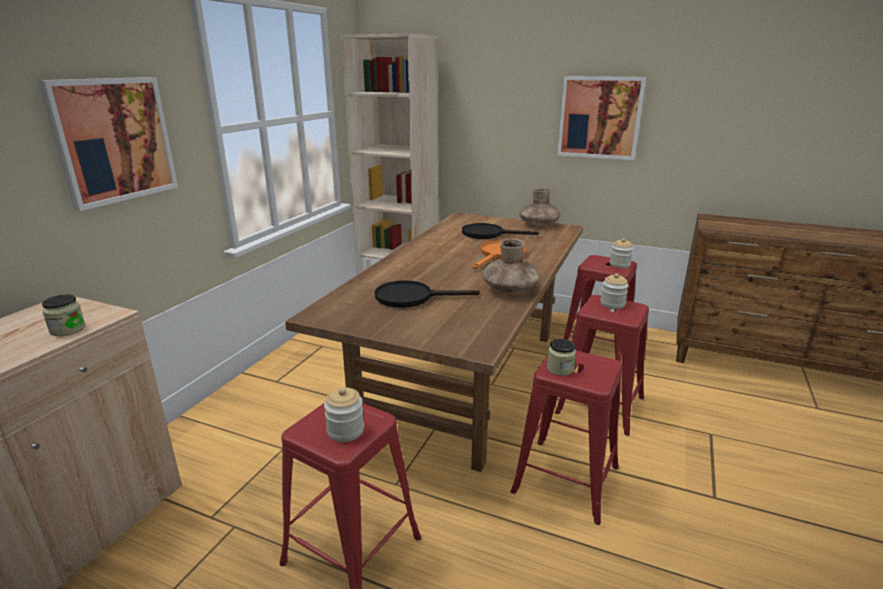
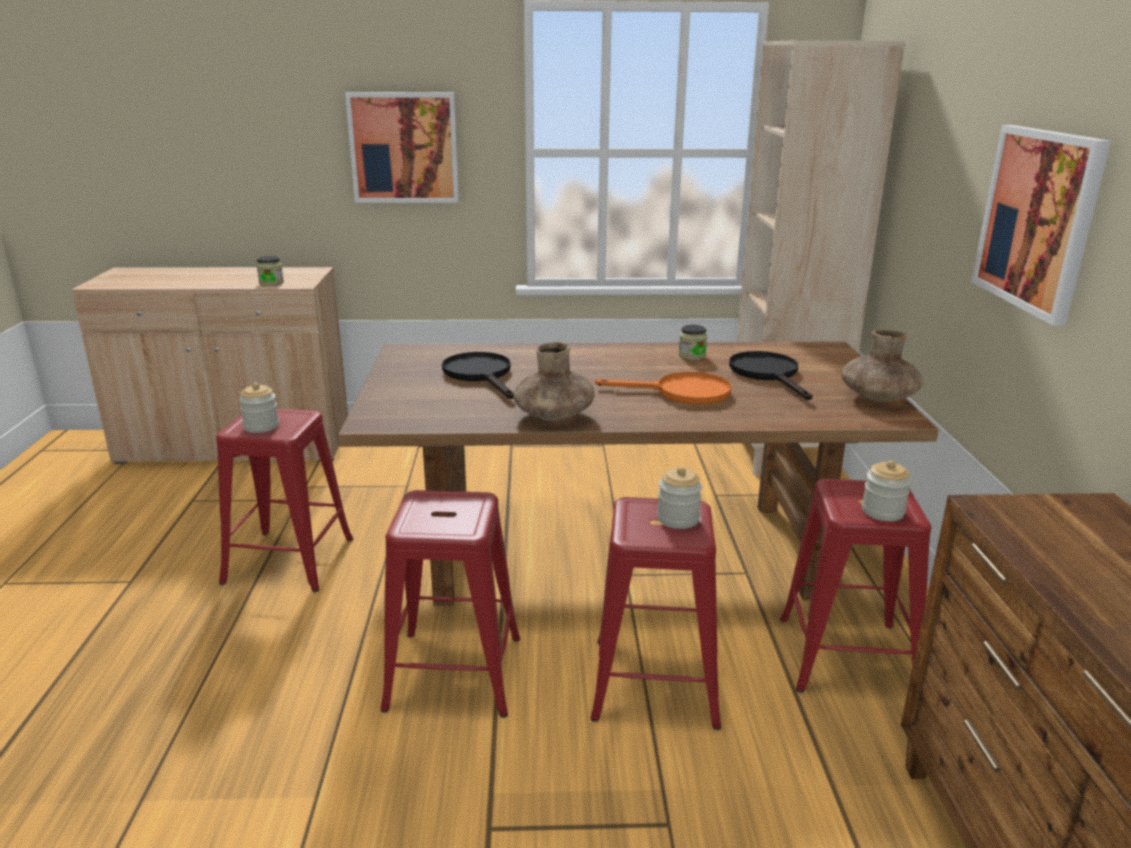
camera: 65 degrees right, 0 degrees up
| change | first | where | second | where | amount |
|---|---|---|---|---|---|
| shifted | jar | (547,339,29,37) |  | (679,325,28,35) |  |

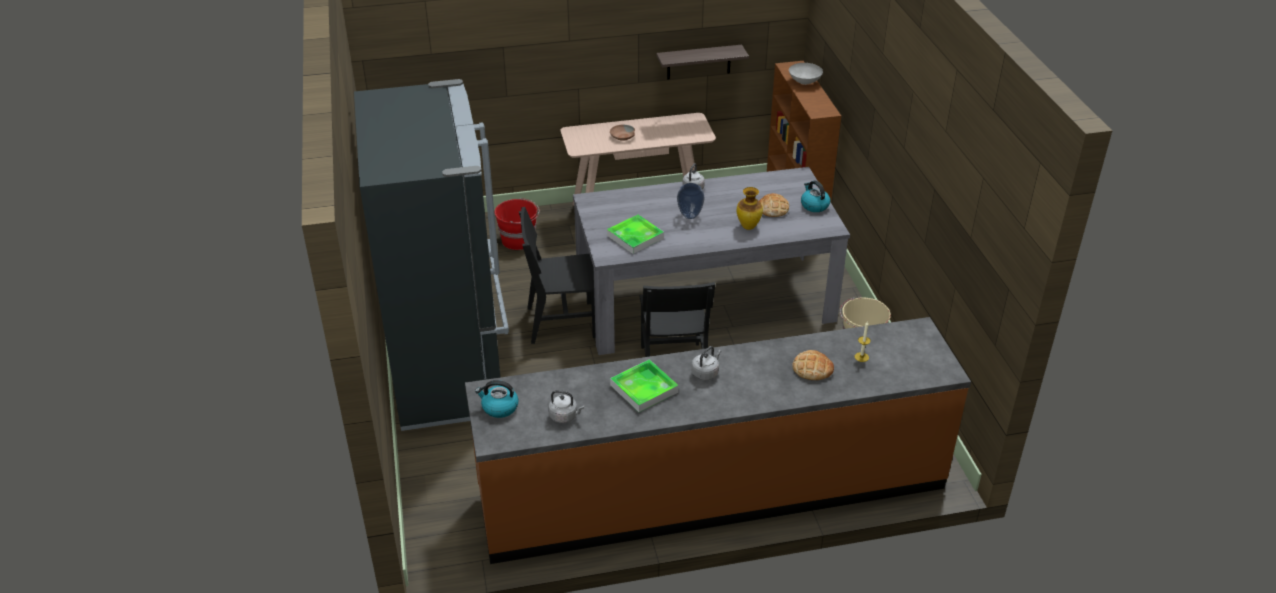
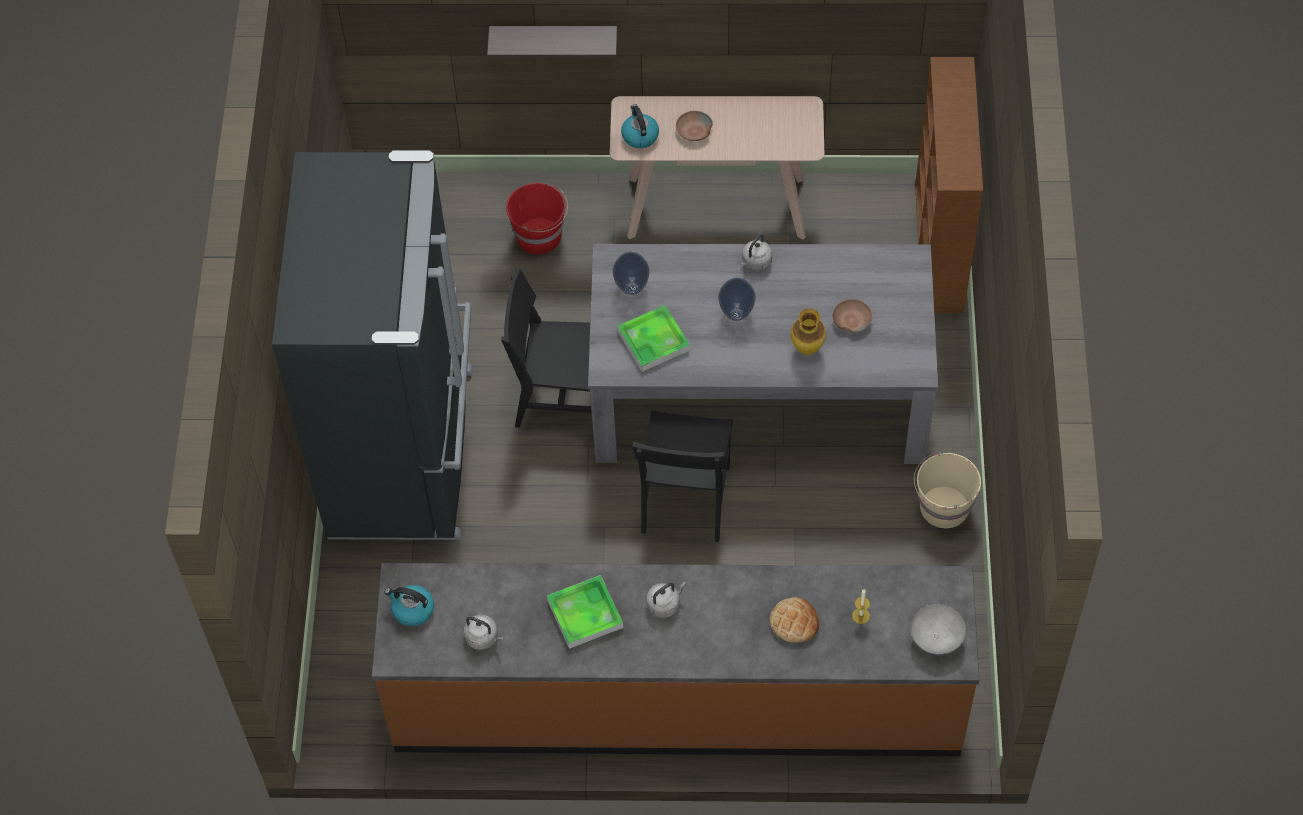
camera: 15 degrees right, 20 degrees up
| change | first | where | second | where | amount |
|---|---|---|---|---|---|
| shifted | shelf | (656,45,93,35) |  | (487,26,130,32) |  |
| swapped | bread | (759,193,30,24) | brown_bowl | (833,299,40,34) |  |
| shifted | grey_bowl | (789,63,34,22) |  | (910,604,56,50) |  |
| shifted | kettle | (801,180,29,32) |  | (621,104,38,44) |  |
| new |  |  | vase | (612,252,38,43) |  |

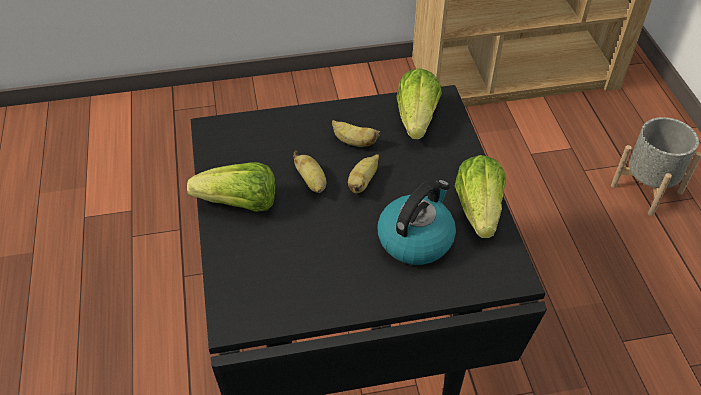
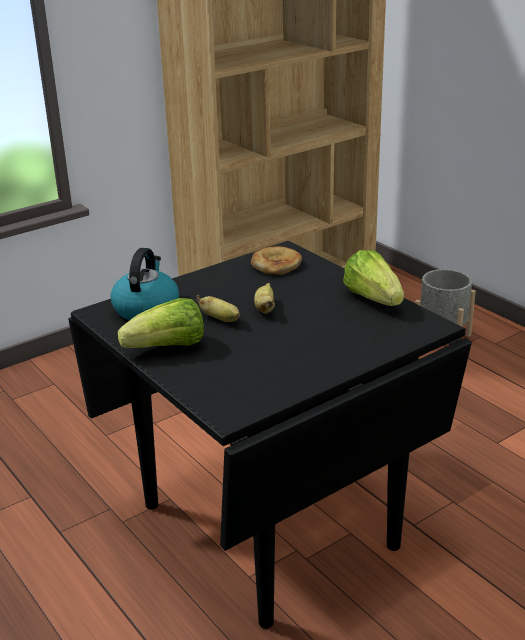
camera: 25 degrees left, 20 degrees down
| change | first | where | second | where | amount |
|---|---|---|---|---|---|
| gone | banana | (332,120,48,27) |  |  |  |
| shifted | kettle | (377,180,79,85) |  | (111,248,68,72) |  |
| swapped | lettuce | (396,68,46,71) | bread | (251,246,51,29) |  |

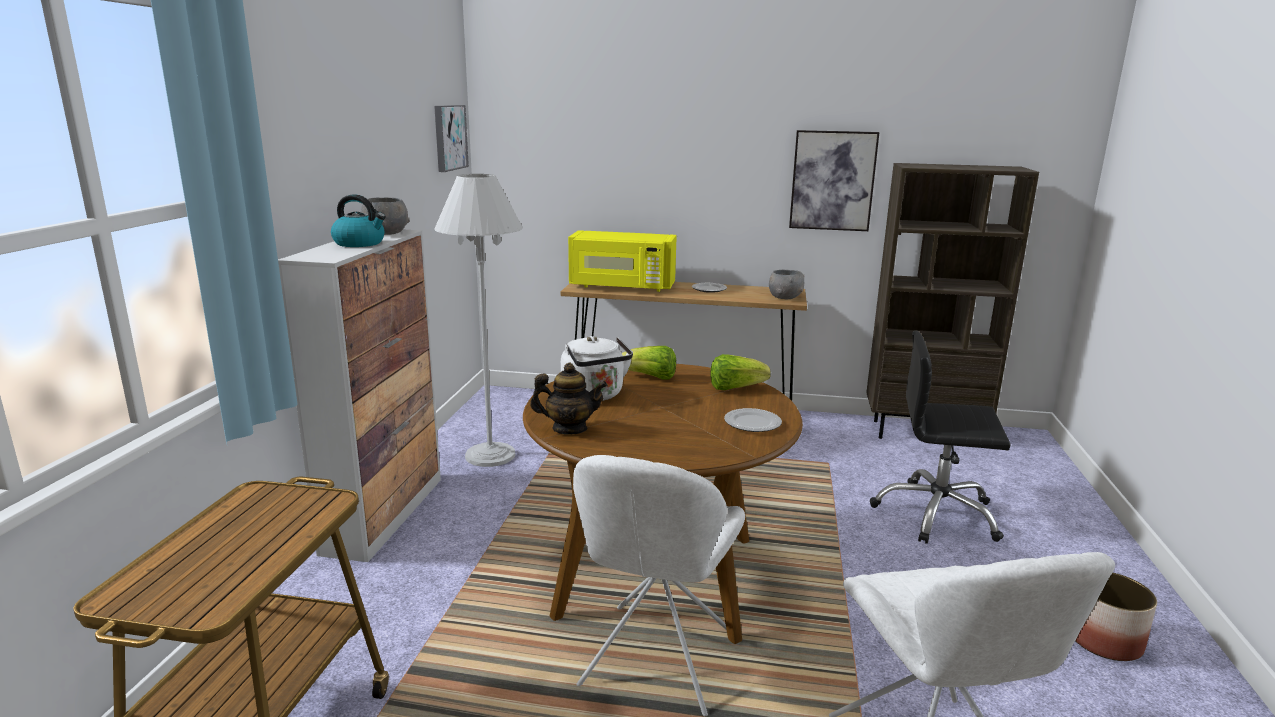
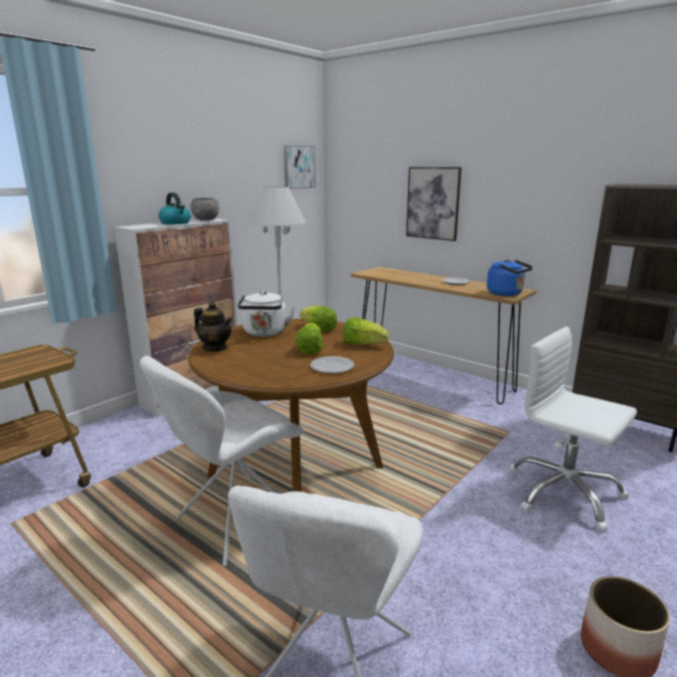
camera: 30 degrees right, 0 degrees up
| change | first | where | second | where | amount |
|---|---|---|---|---|---|
| gone | yellow_microwave | (568,230,109,62) |  |  |  |
| swapped | grey_bowl | (769,270,36,29) | blue_kettle | (487,259,46,37) |  |
| shifted | picture | (789,130,91,101) |  | (406,167,56,74) |  |
| repainted | black_office_chair | (870,330,141,214) | white_office_chair | (508,327,129,204) |  |
| new |  |  | lettuce | (295,323,28,32) |  |

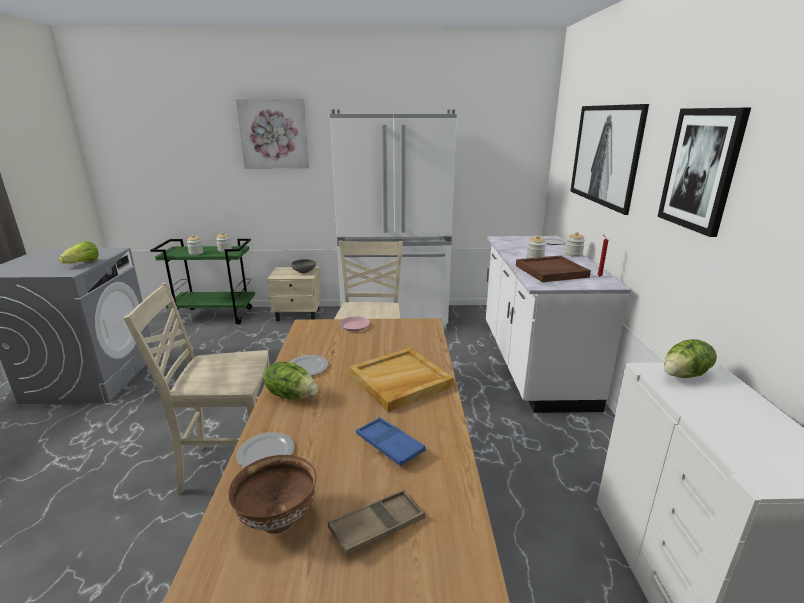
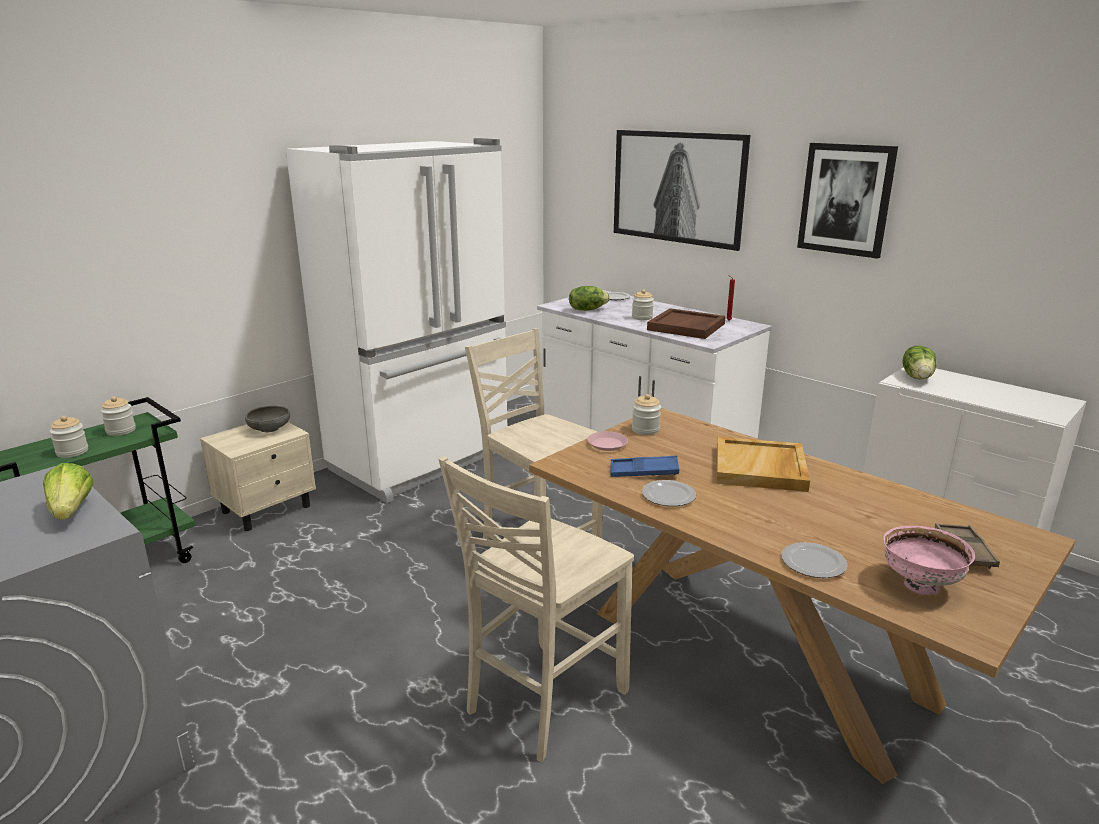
camera: 45 degrees left, 0 degrees up
| change | first | where | second | where | amount |
|---|---|---|---|---|---|
| repainted | brown_bowl | (228,455,89,79) | pink_bowl | (883,526,92,69) |  |
| gone | picture | (235,98,74,70) |  |  |  |
| shifted | lettuce | (263,362,55,38) |  | (569,286,41,25) |  |
| shifted | blue_tray | (356,417,69,49) |  | (610,456,69,21) |  |
| shifted | jar | (565,232,20,25) |  | (632,394,29,41) |  |

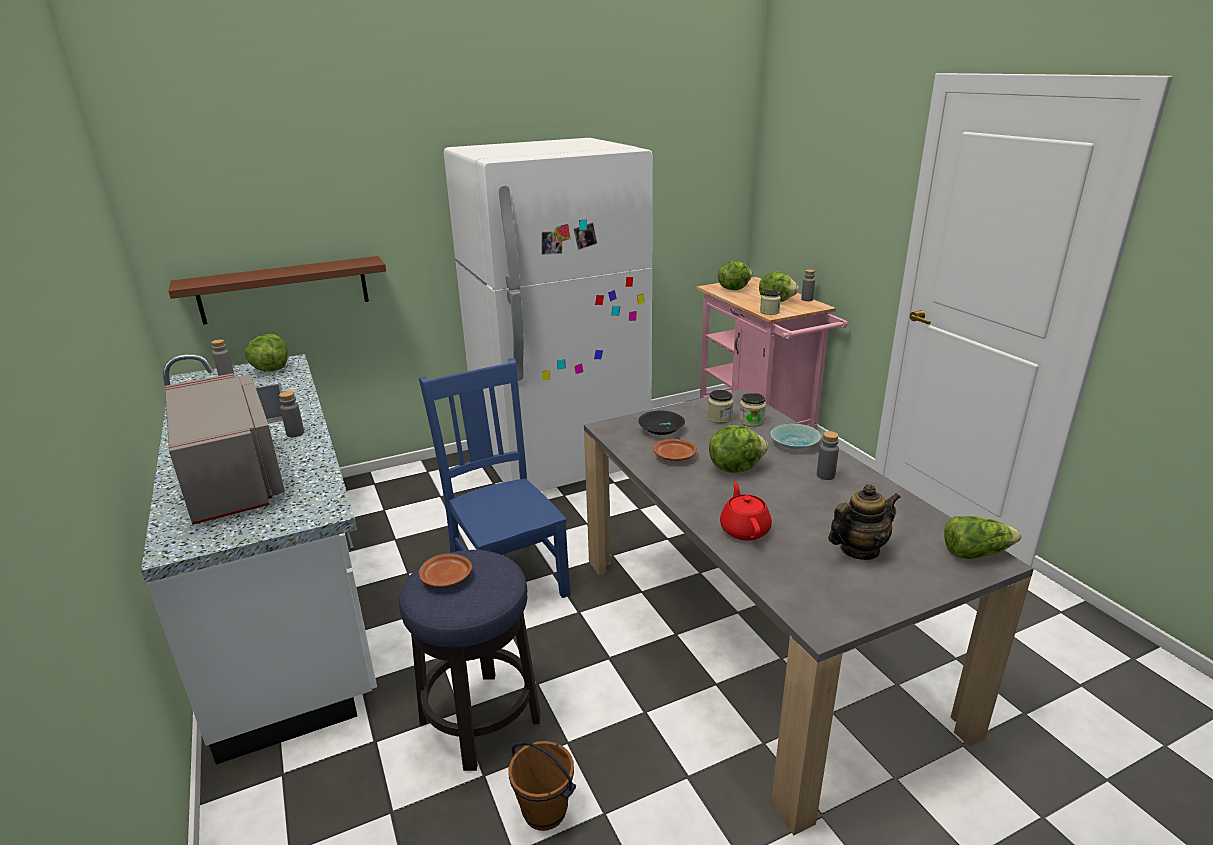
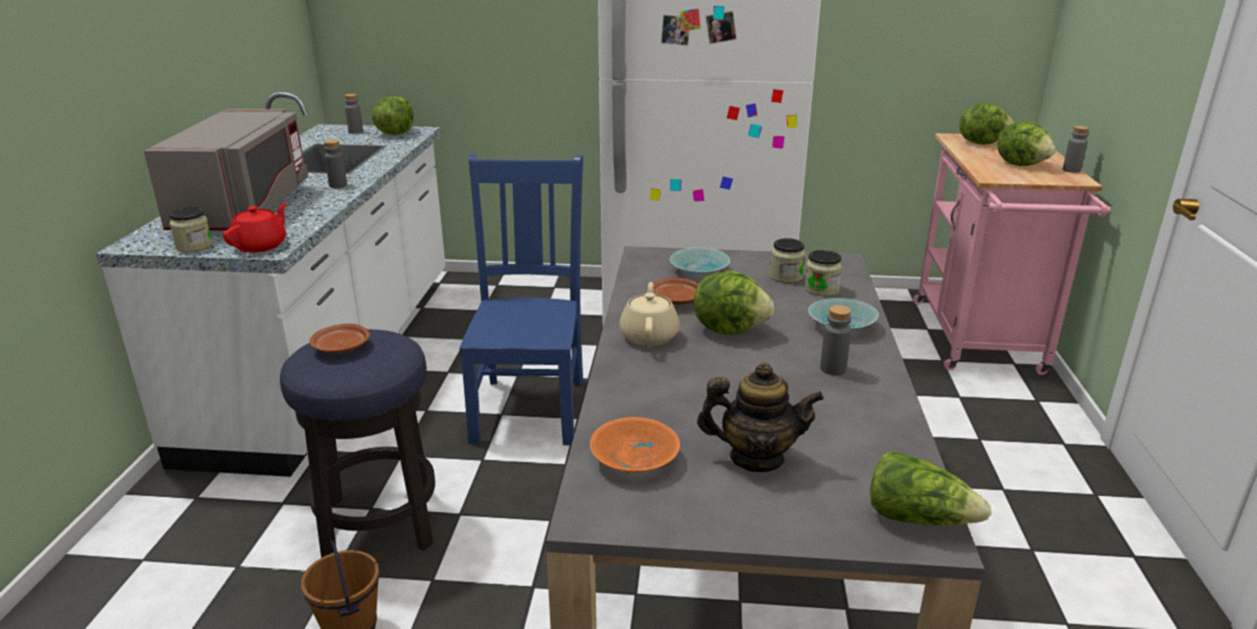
camera: 30 degrees right, 0 degrees up
| change | first | where | second | where | amount |
|---|---|---|---|---|---|
| gone | brown_shelf | (169,256,217,69) |  |  |  |
| repainted | black_bowl | (638,410,47,25) | turquoise_bowl | (670,247,60,30) |  |
| shifted | red_teapot | (720,482,52,59) |  | (223,202,64,50) |  |
| shifted | jar | (760,290,21,25) |  | (170,207,42,45) |  |
| new |  |  | orange_bowl | (590,417,90,56) |  |
| new |  |  | beige_teapot | (619,282,61,64) |  |

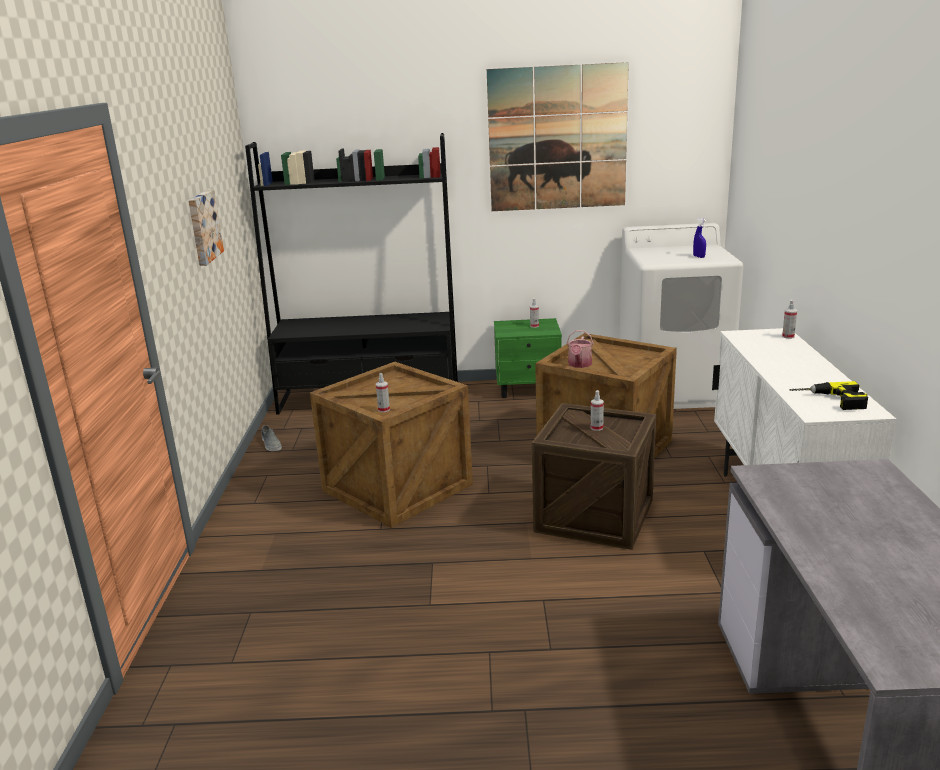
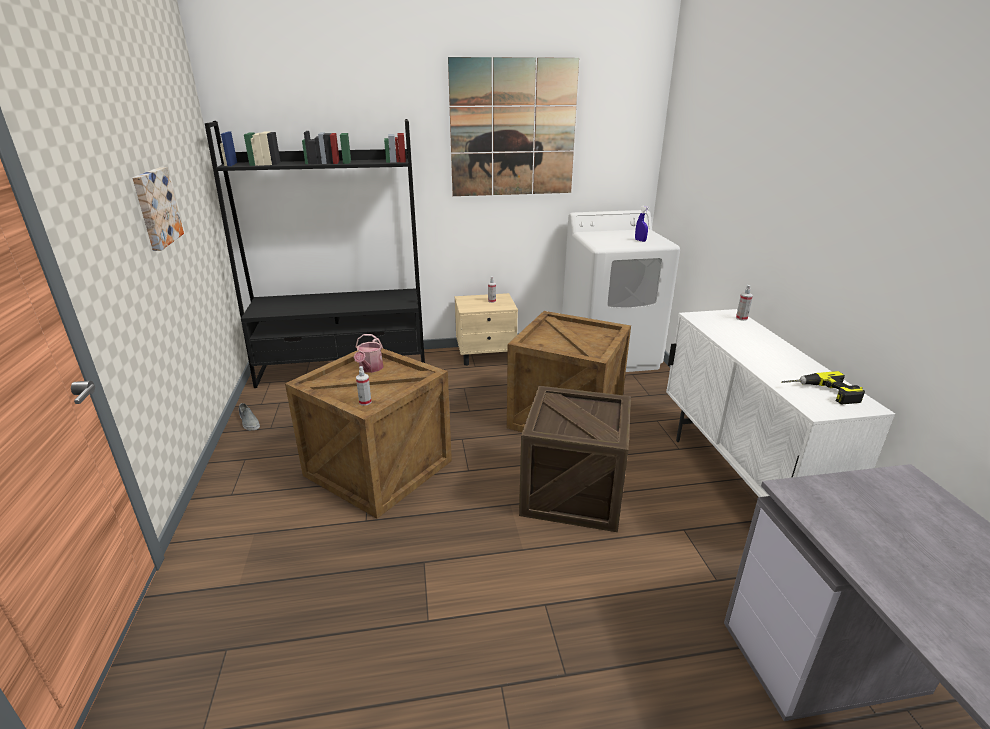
camera: 10 degrees left, 5 degrees up
| change | first | where | second | where | amount |
|---|---|---|---|---|---|
| repainted | green_nightstand | (494,318,68,80) | beige_nightstand | (455,293,63,73) |  |
| shifted | watering_can | (567,330,27,38) |  | (354,334,29,39) |  |
| gone | spray_bottle | (591,390,13,41) |  |  |  |

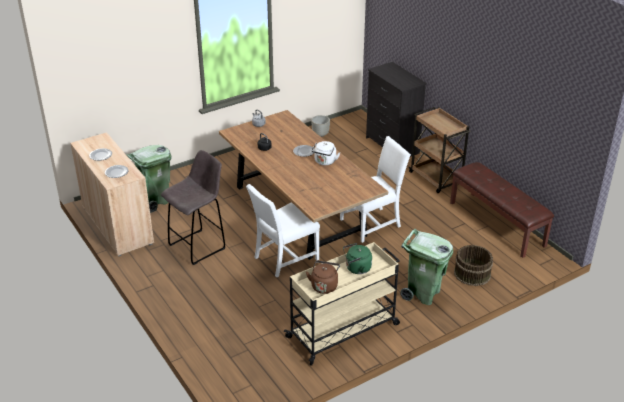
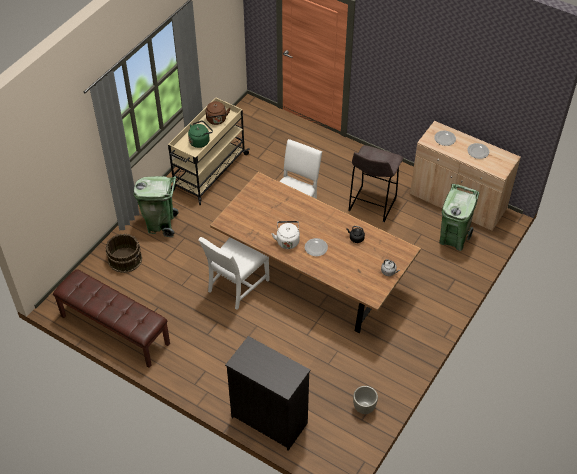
camera: 155 degrees right, 15 degrees up
| change | first | where | second | where | amount |
|---|---|---|---|---|---|
| gone | brown_cart | (408,107,63,86) |  |  |  |

